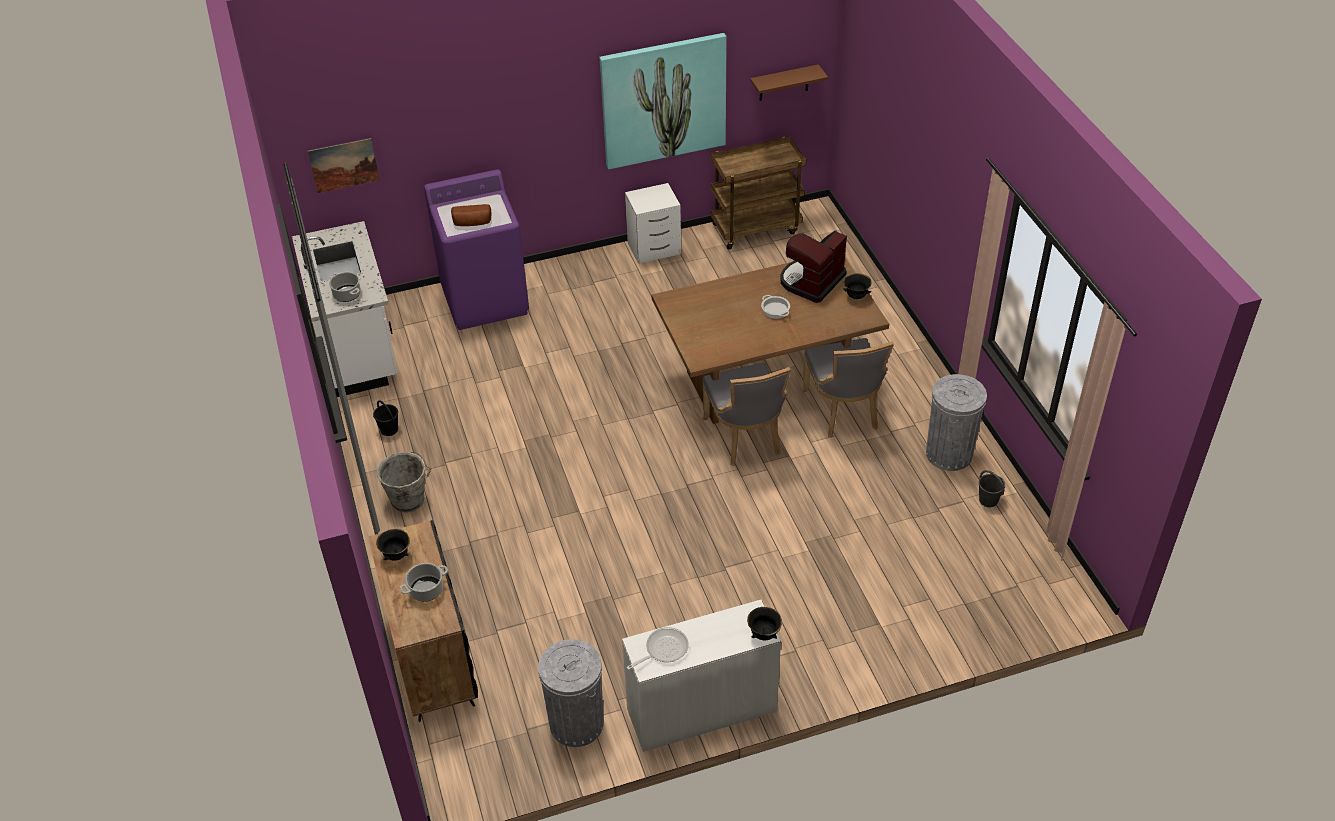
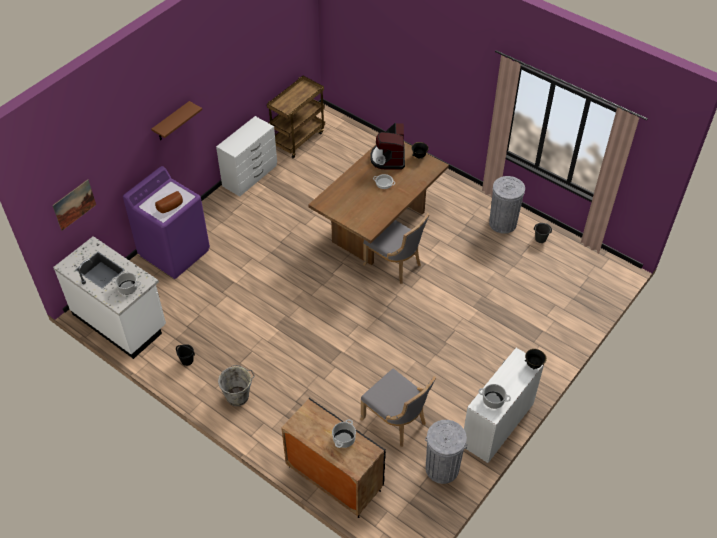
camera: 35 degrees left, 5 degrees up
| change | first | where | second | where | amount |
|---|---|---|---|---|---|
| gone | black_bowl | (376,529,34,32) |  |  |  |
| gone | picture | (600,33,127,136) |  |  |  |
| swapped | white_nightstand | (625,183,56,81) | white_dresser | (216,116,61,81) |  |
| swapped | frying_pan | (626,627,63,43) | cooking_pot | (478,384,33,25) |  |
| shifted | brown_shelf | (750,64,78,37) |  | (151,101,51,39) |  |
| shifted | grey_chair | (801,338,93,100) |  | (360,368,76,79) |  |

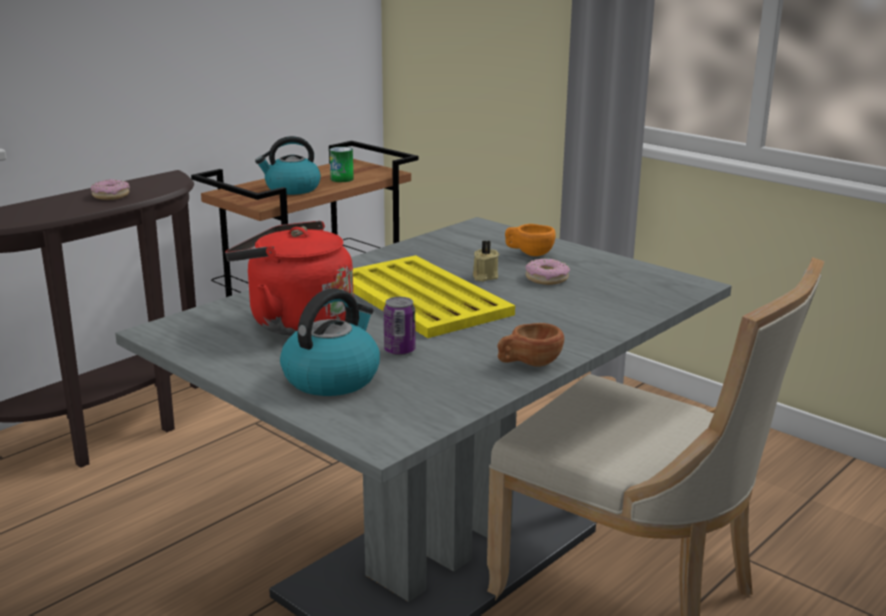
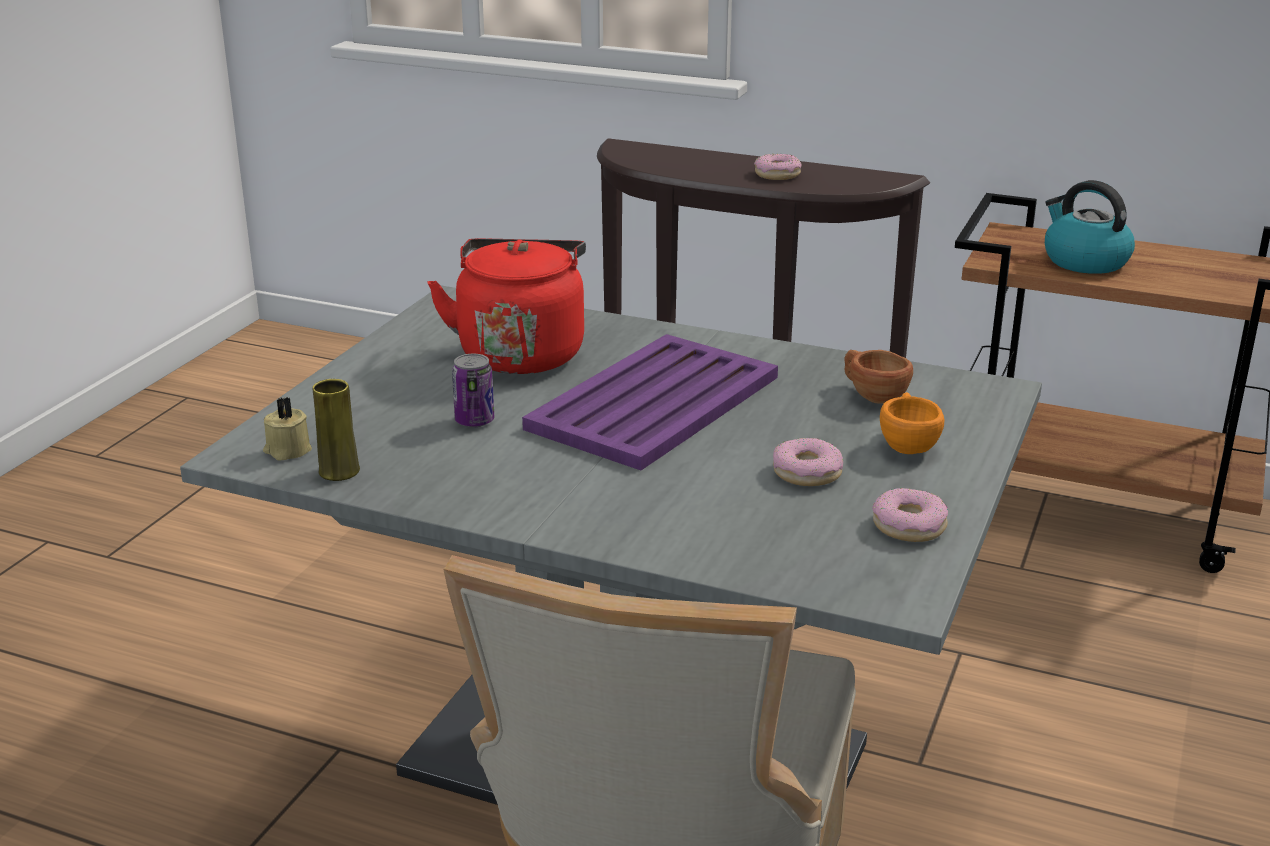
camera: 70 degrees right, 5 degrees up
| change | first | where | second | where | amount |
|---|---|---|---|---|---|
| gone | kettle | (280,288,100,108) |  |  |  |
| gone | can | (330,147,24,35) |  |  |  |
| repainted | yellow_tray | (353,255,162,83) | purple_tray | (522,334,256,136) |  |
| shifted | beige_candle | (473,241,26,41) |  | (263,397,49,64) |  |
| shifted | brown_cup | (498,323,66,44) |  | (844,350,69,54) |  |
| new |  |  | yellow_vase | (312,379,48,102) |  |
| new |  |  | donut | (873,488,75,54) |  |

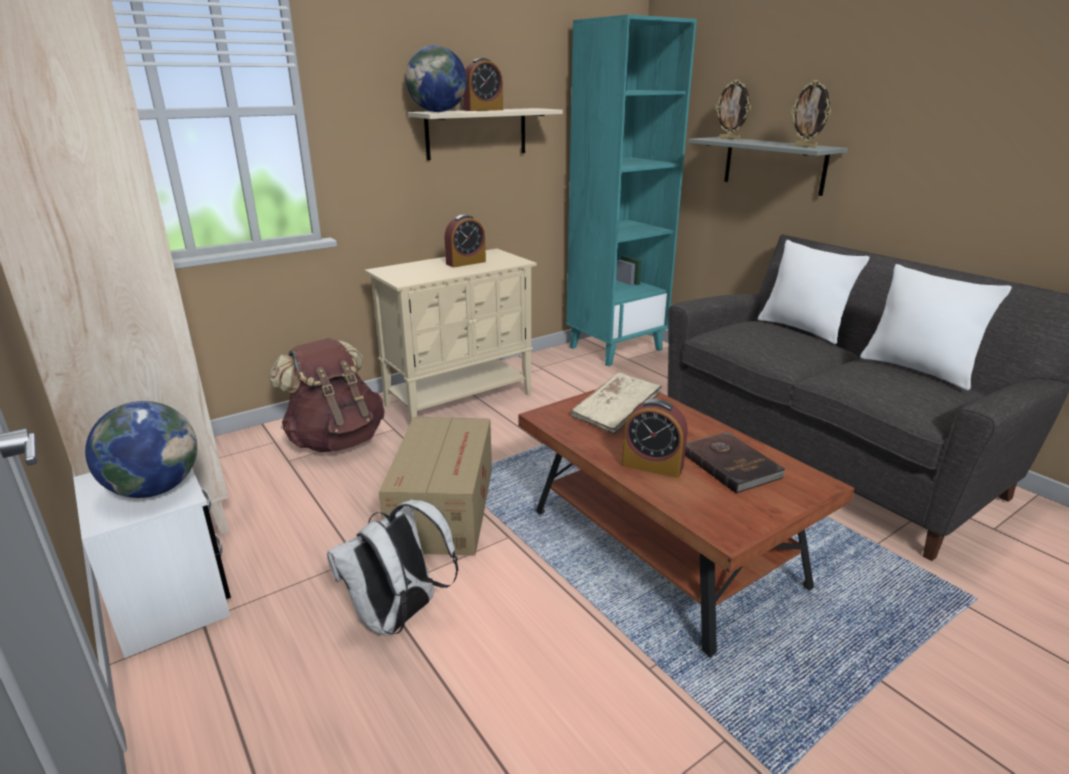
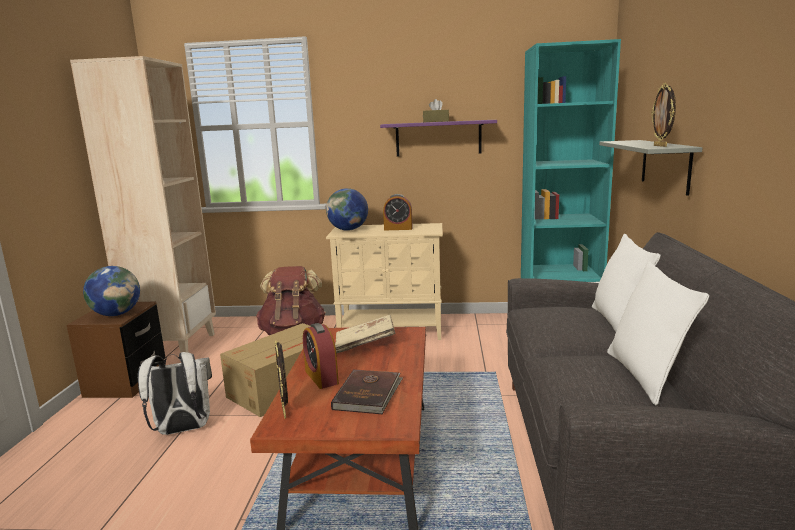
camera: 40 degrees right, 10 degrees down
| change | first | where | second | where | amount |
|---|---|---|---|---|---|
| repainted | white_nightstand | (73,469,158,189) | brown_nightstand | (67,302,98,96) |  |
| shifted | globe | (406,45,61,67) |  | (326,188,42,43) |  |
| repainted | beige_shelf | (408,108,155,52) | purple_shelf | (380,120,117,36) |  |
| swapped | alarm_clock | (463,58,40,53) | brown_tissue_box | (423,99,26,23) |  |
| shifted | picture_frame | (716,79,35,60) |  | (275,340,13,79) |  |

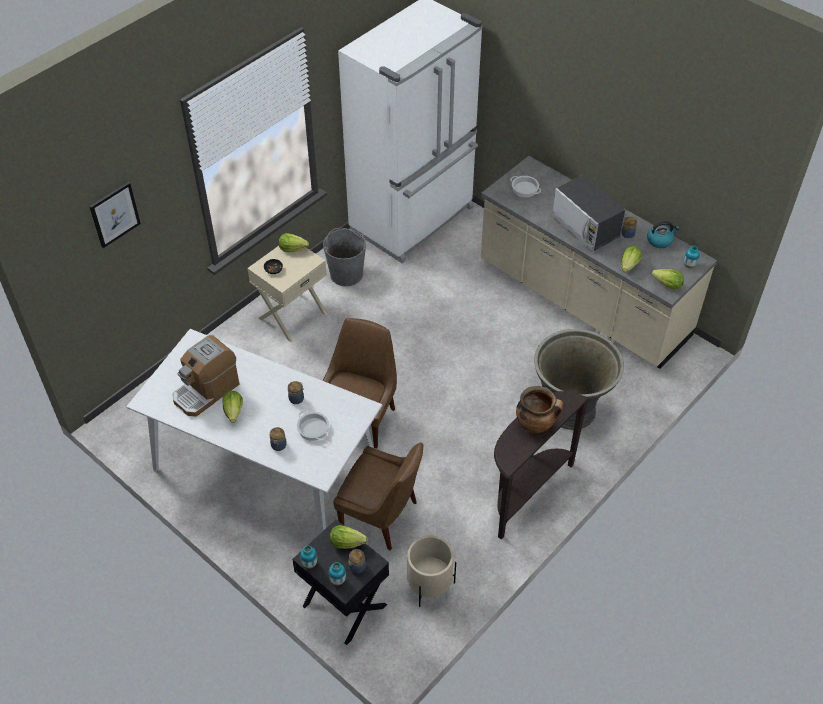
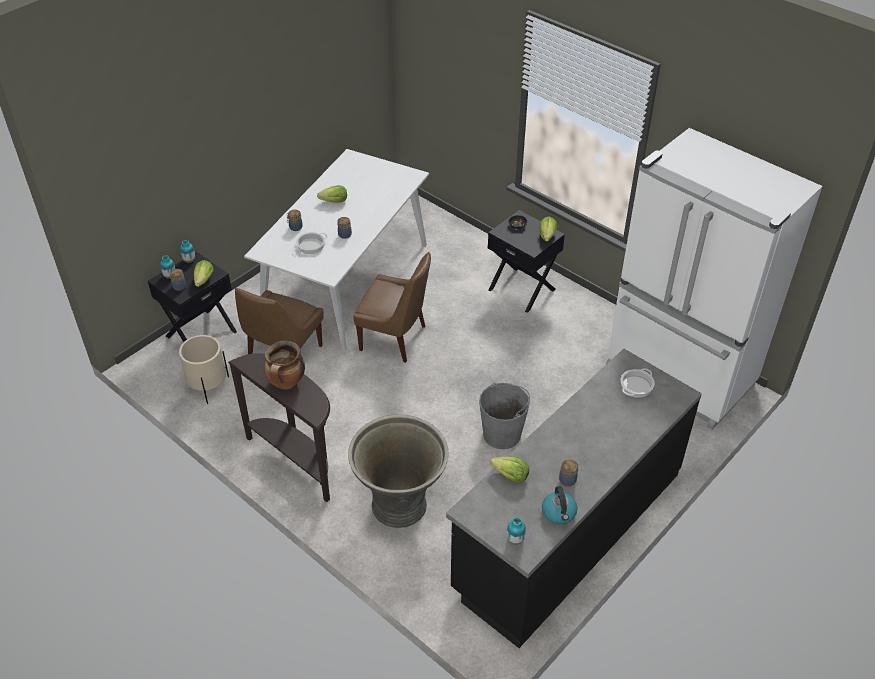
camera: 90 degrees right, 5 degrees down
| change | first | where | second | where | amount |
|---|---|---|---|---|---|
| gone | picture | (89,182,52,66) |  |  |  |
| gone | coffee_machine | (173,335,66,82) |  |  |  |
| repainted | beige_nightstand | (247,246,80,96) | black_nightstand | (488,210,77,103) |  |
| shifted | grey_bucket | (323,228,43,58) |  | (479,383,51,66) |  |
| repainted | beige_counter | (481,156,236,213) | black_counter | (446,349,256,299) |  |
| gone | microwave | (552,175,73,77) |  |  |  |
| gone | lettuce | (651,269,33,20) |  |  |  |

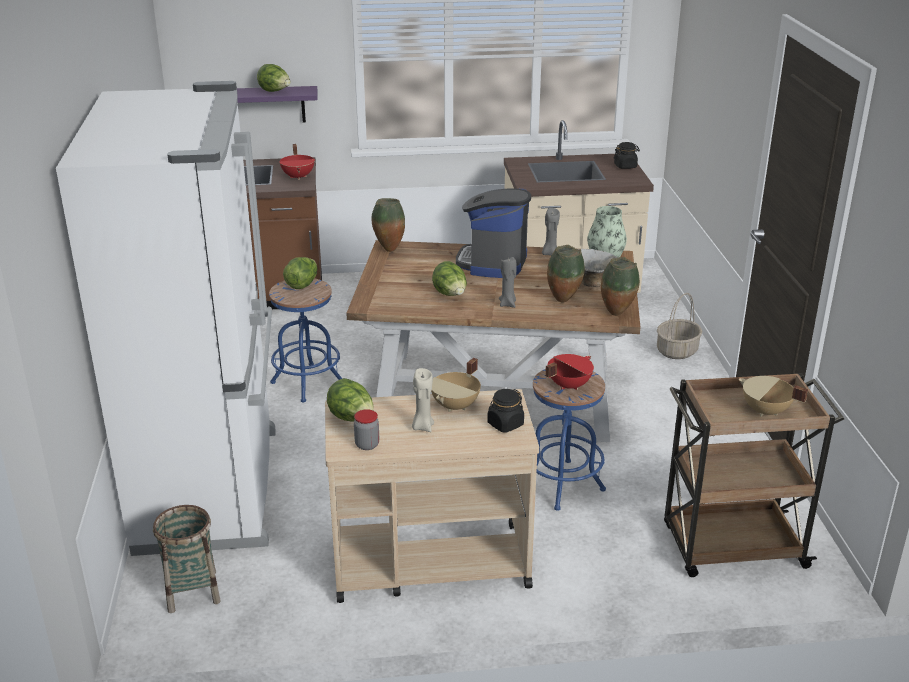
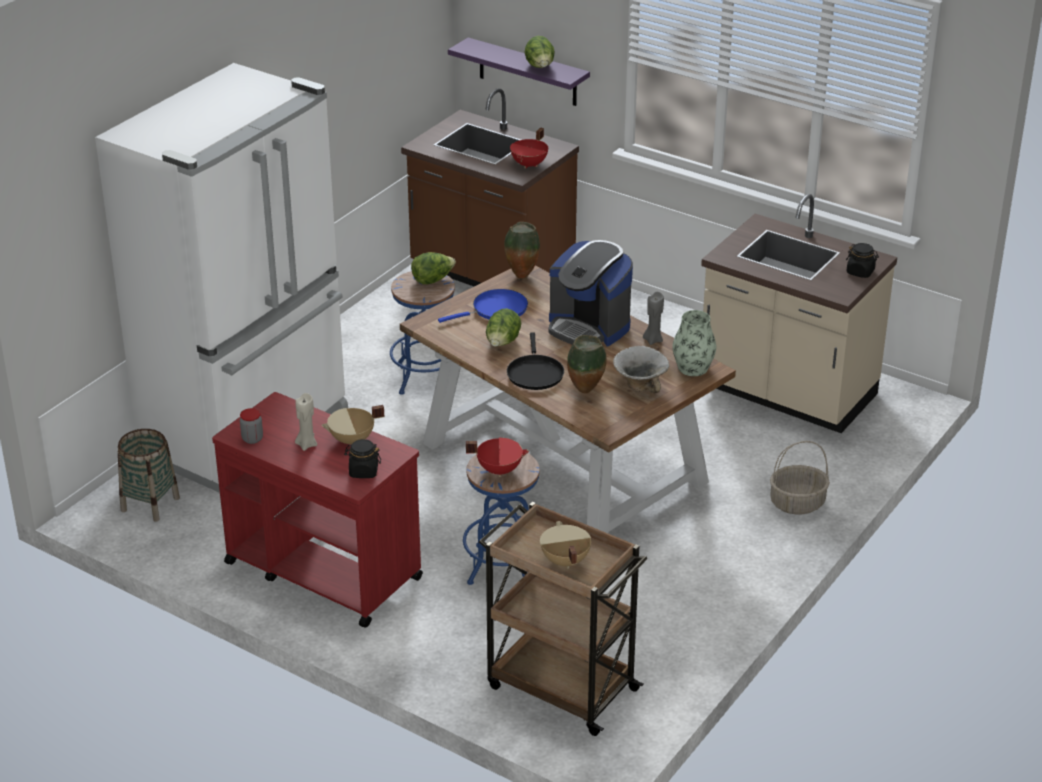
camera: 40 degrees right, 5 degrees up
| change | first | where | second | where | amount |
|---|---|---|---|---|---|
| repainted | beige_cart | (325,389,214,214) | red_cart | (212,392,211,236) |  |
| gone | lettuce | (327,378,47,44) |  |  |  |
| rotated | coffee_machine | (456,189,75,89) |  | (548,240,85,107) | 105 degrees counterclockwise |
| swapped | grey_candle | (499,257,18,51) | black_frying_pan | (507,333,57,57) |  |
| gone | vase | (601,257,39,59) |  |  |  |
| new |  |  | blue_frying_pan | (438,289,90,34) |  |

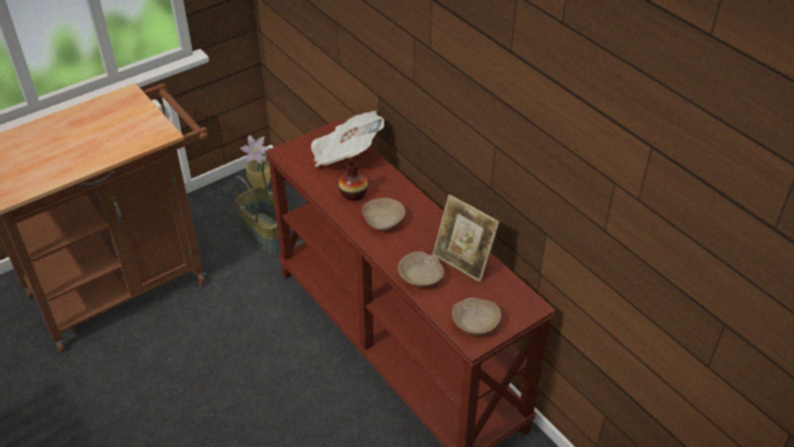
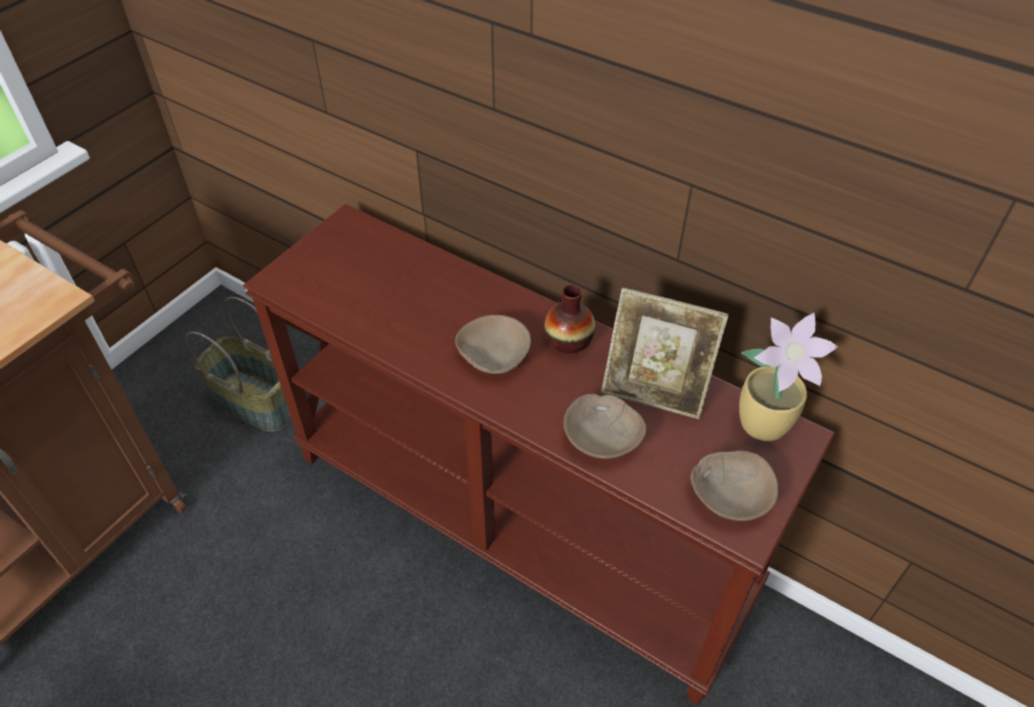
camera: 20 degrees left, 5 degrees up
| change | first | where | second | where | amount |
|---|---|---|---|---|---|
| shifted | potted_plant | (240,135,31,54) |  | (739,312,99,129) |  |
| gone | newspaper | (311,111,73,56) |  |  |  |
| shifted | vase | (339,160,29,41) |  | (544,285,51,69) |  |

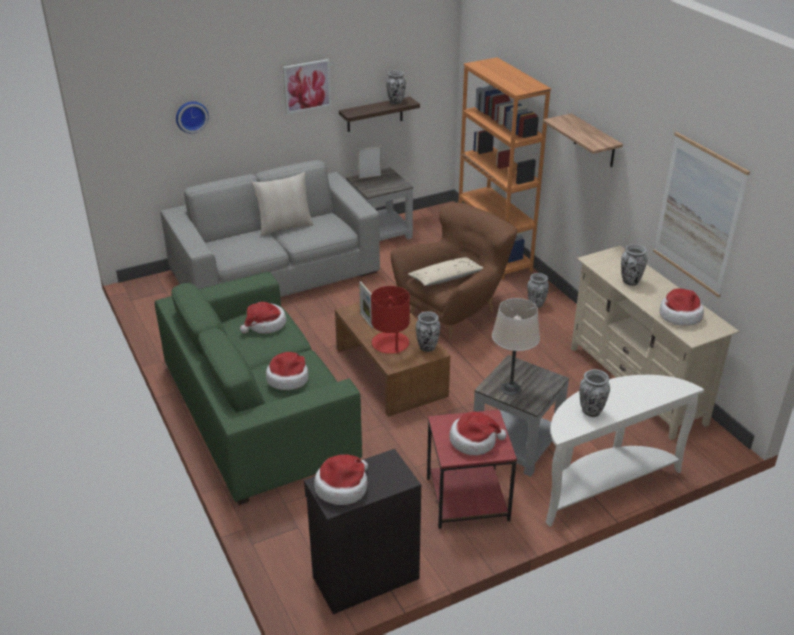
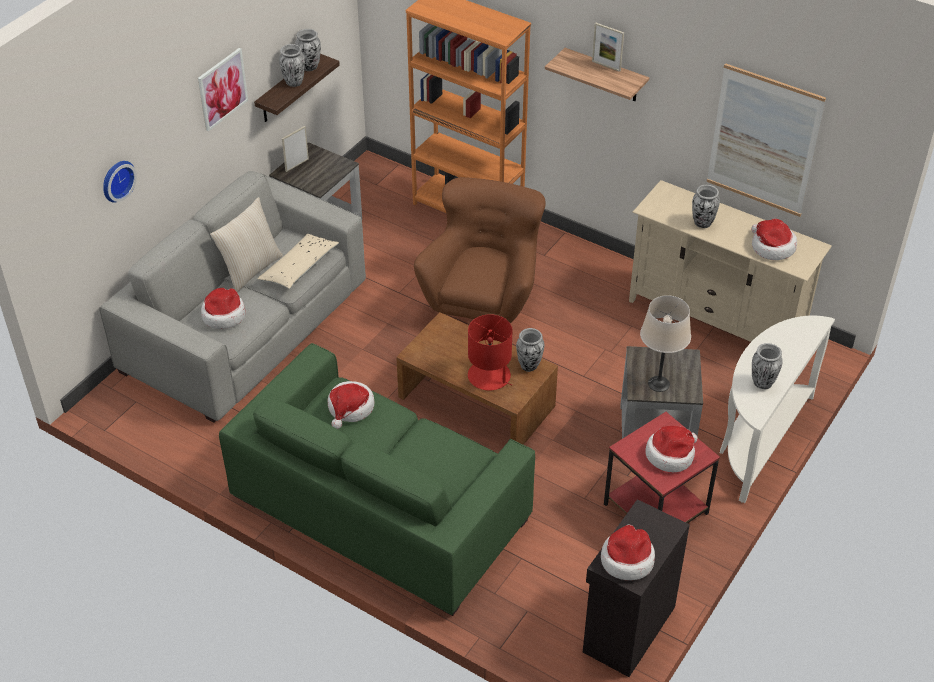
camera: 30 degrees left, 10 degrees up
| change | first | where | second | where | amount |
|---|---|---|---|---|---|
| shifted | hat | (266,352,42,38) |  | (201,288,45,41) |  |
| shifted | picture_frame | (359,281,14,47) |  | (592,23,32,49) |  |
| shifted | beige_pillow | (408,257,75,29) |  | (257,234,83,55) |  |
| shifted | vase | (527,273,22,35) |  | (279,44,26,43) |  |

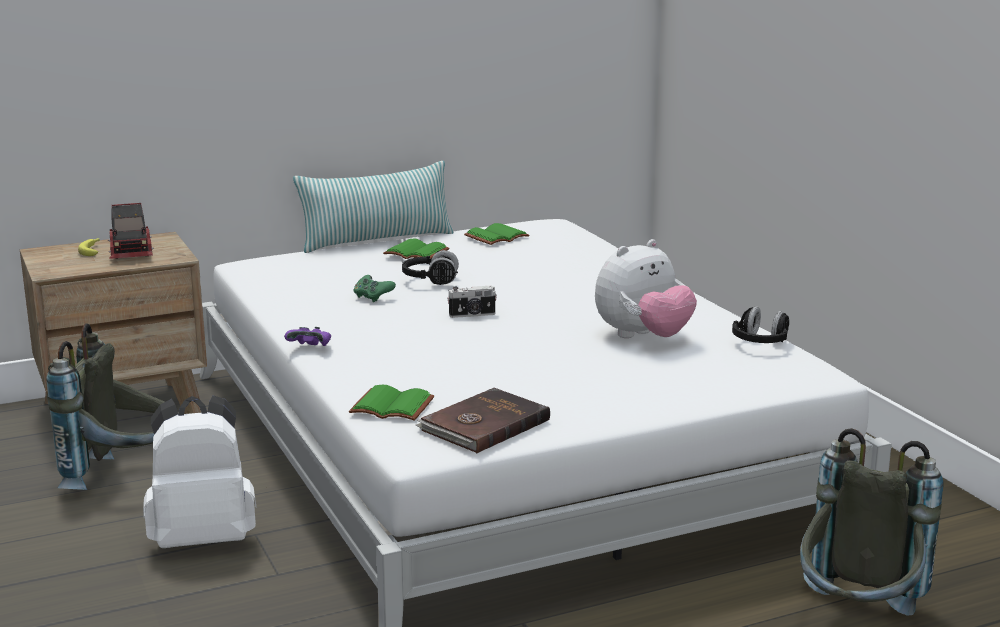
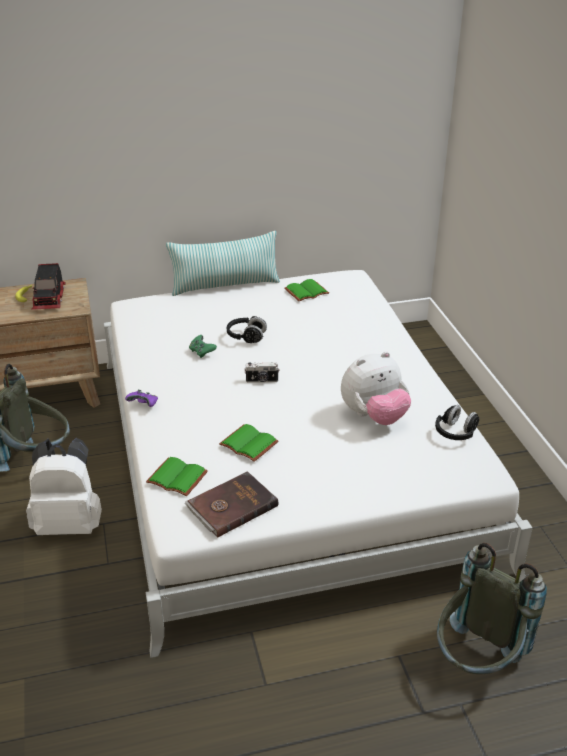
camera: 10 degrees right, 15 degrees up
| change | first | where | second | where | amount |
|---|---|---|---|---|---|
| shifted | green_book | (383,238,66,21) |  | (219,424,59,38) |  |

